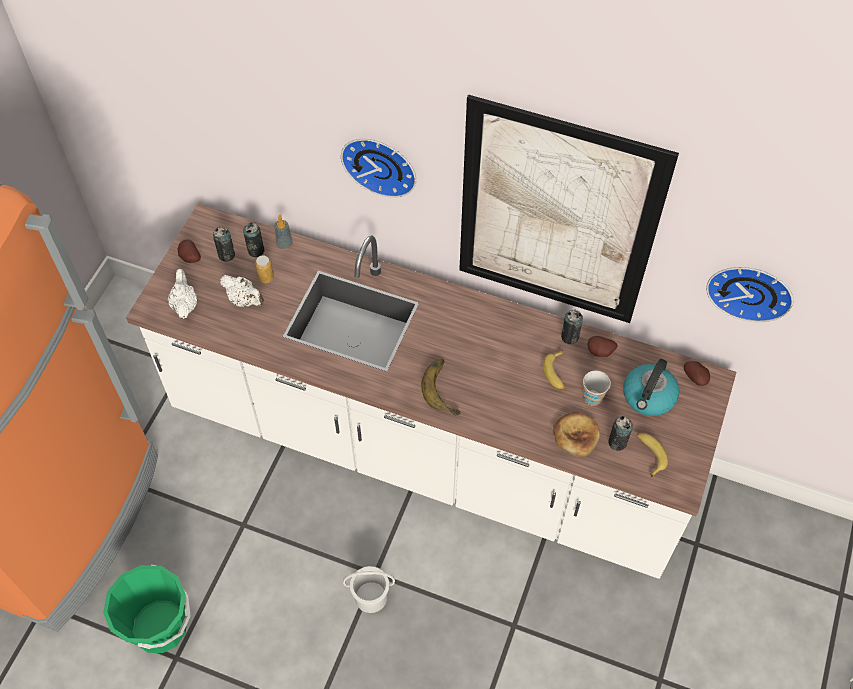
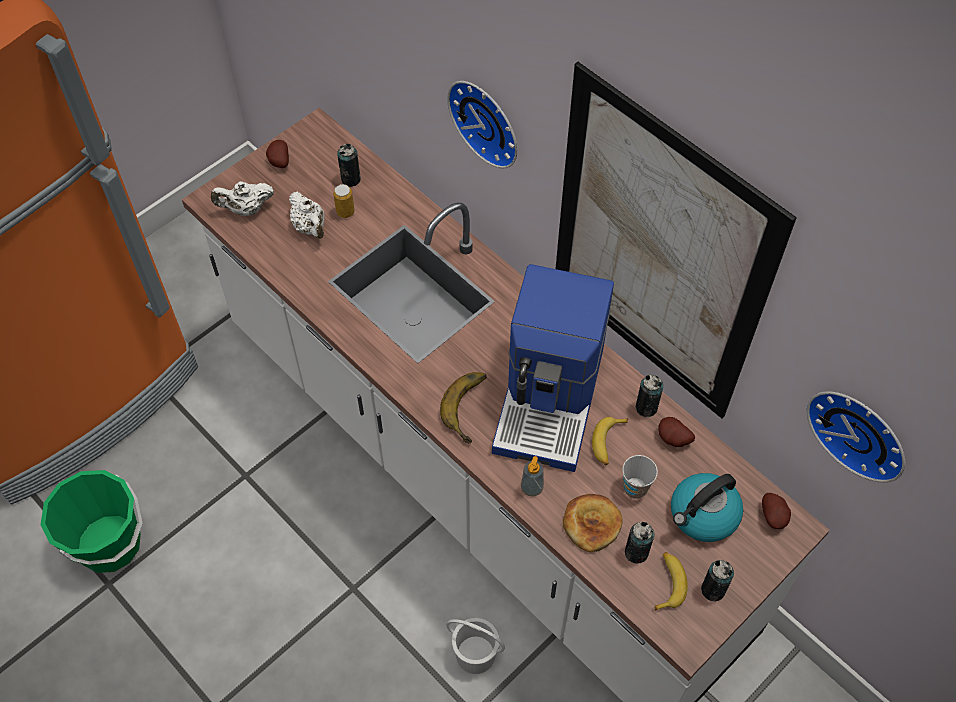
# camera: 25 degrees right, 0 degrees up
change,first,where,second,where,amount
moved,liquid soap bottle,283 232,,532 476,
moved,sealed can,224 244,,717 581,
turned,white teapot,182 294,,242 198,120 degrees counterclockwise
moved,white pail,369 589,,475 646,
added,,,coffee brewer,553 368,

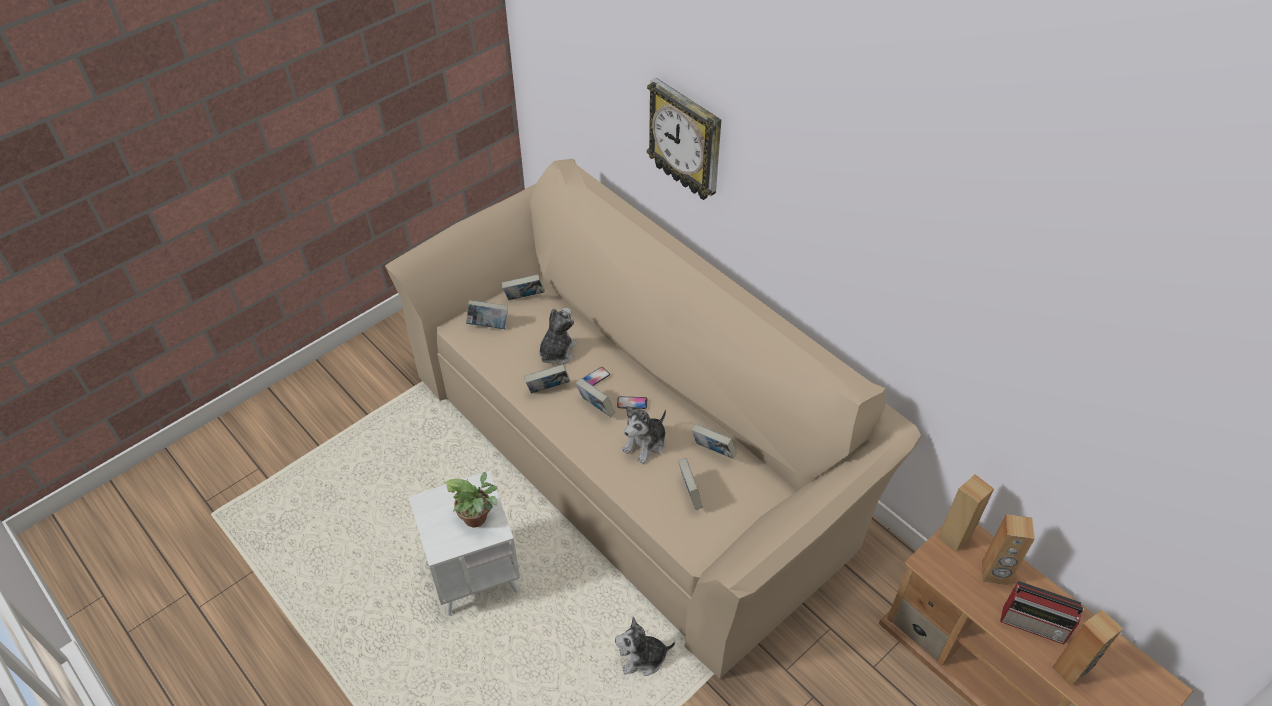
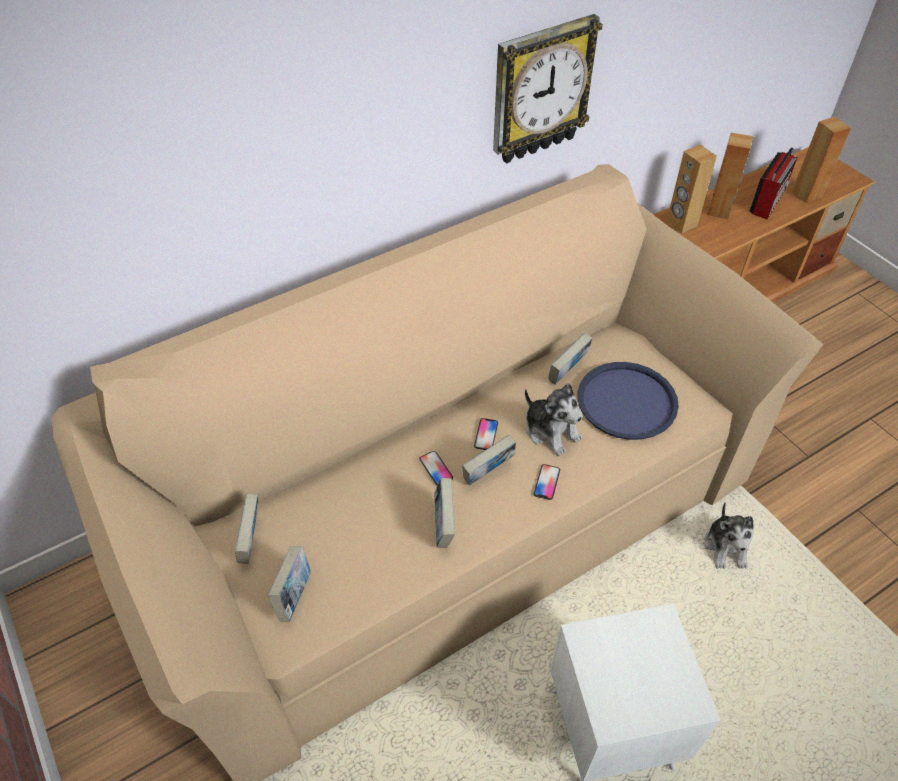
# camera: 80 degrees left, 0 degrees up
change,first,where,second,where,amount
moved,clock on the wall,684 139,,548 89,
removed,plush toy,558 336,,,
replaced,volume,690 484,blue-coloured serving tray,628 401,
removed,potted plant,471 499,,,
added,,,phone,547 482,

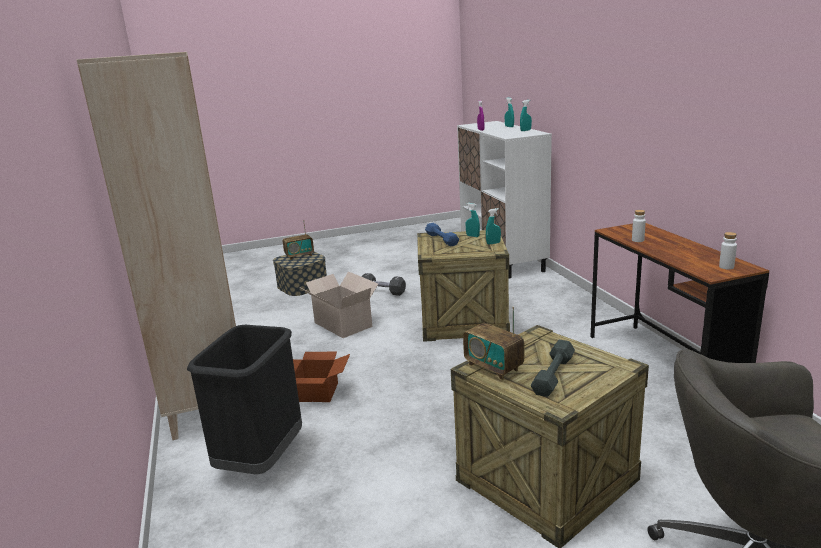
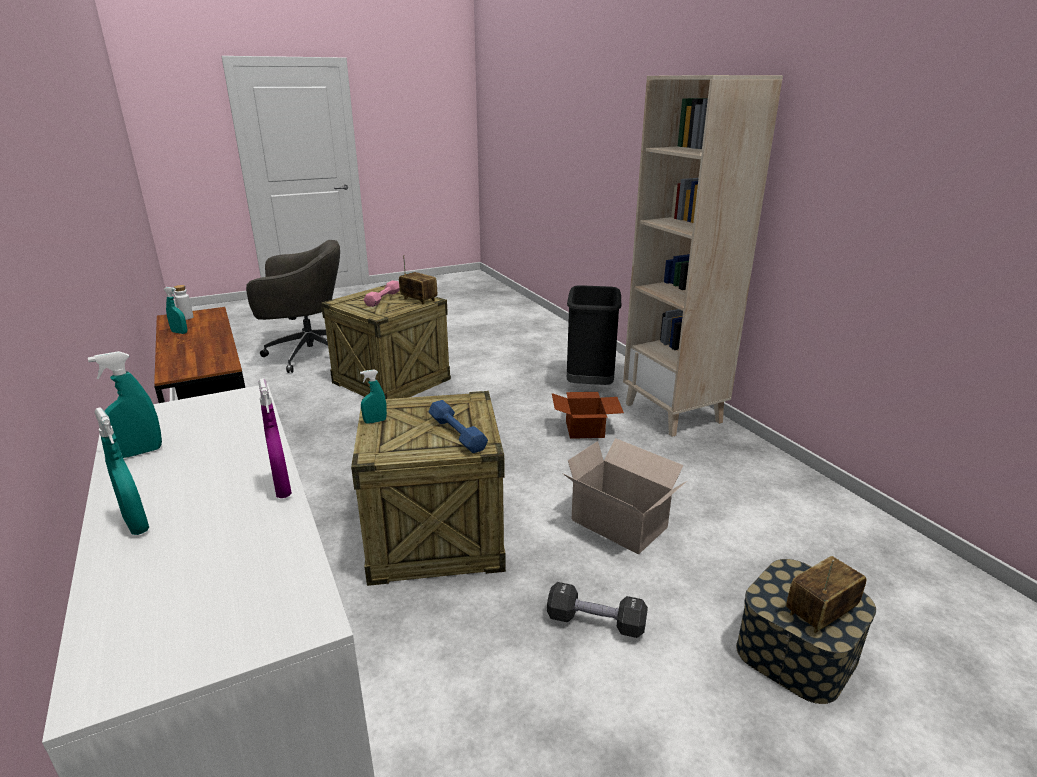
# camera: 170 degrees right, 5 degrees up
change,first,where,second,where,amount
moved,turquoise-coloured sprayer,473 220,,175 310,
removed,white beverage bottle,639 226,,,
recoloured,greyish hand weight,553 368,pink-coloured hand weight,382 294,

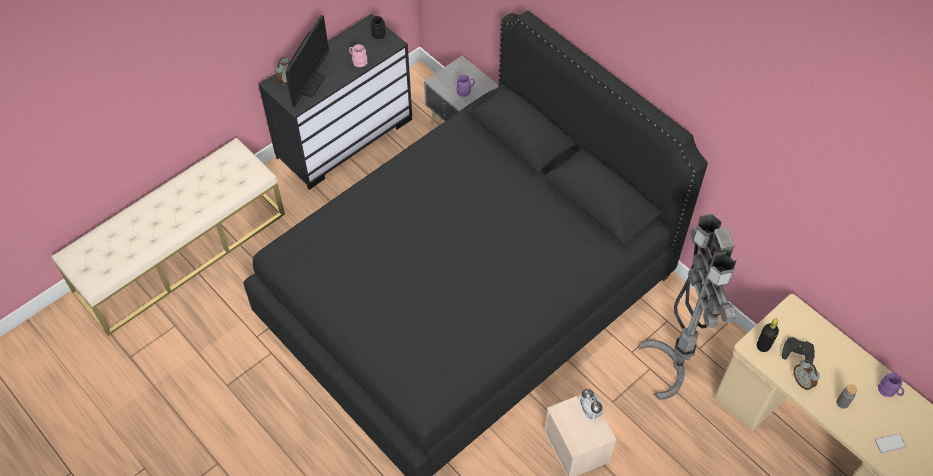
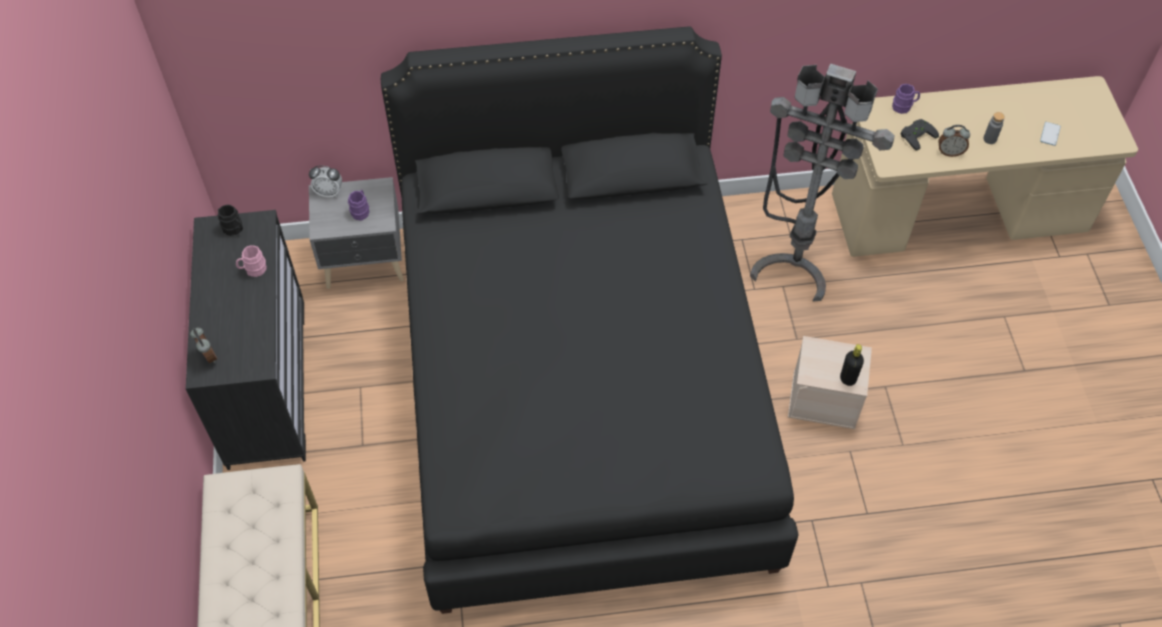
# camera: 55 degrees left, 0 degrees up
change,first,where,second,where,amount
removed,computer screen,307 61,,,
moved,blackish beverage bottle,768 335,,852 365,
moved,purple mug,891 385,,906 99,
moved,bedside clock,591 404,,325 181,

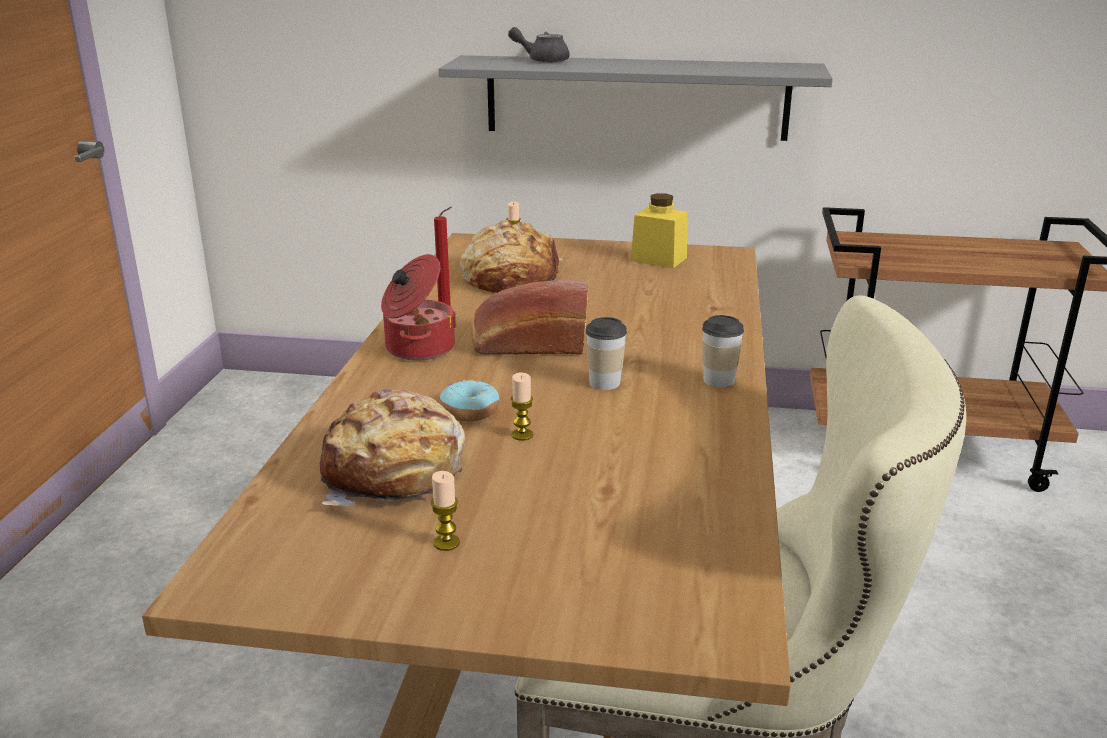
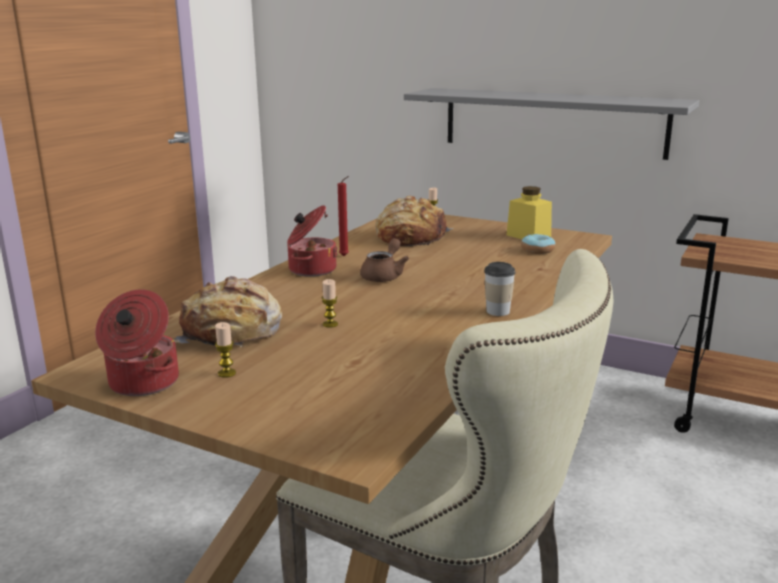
# camera: 20 degrees right, 5 degrees down
change,first,where,second,where,amount
removed,greyish teapot,538 45,,,
replaced,bakery bread,529 317,brown-coloured teapot,384 260,
removed,small cup,606 353,,,
moved,ring doughnut,469 401,,538 244,
added,,,cooking pot,137 342,

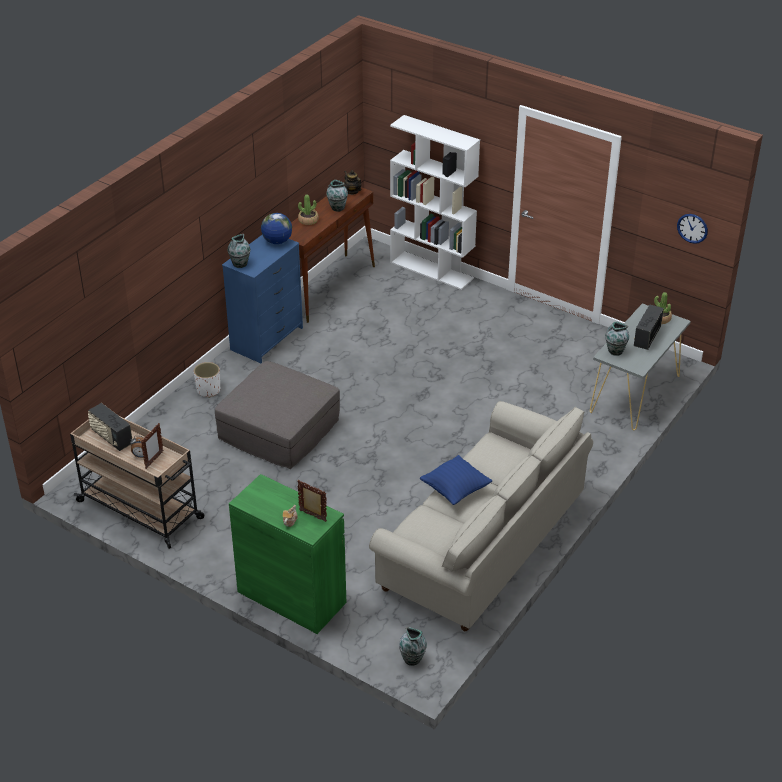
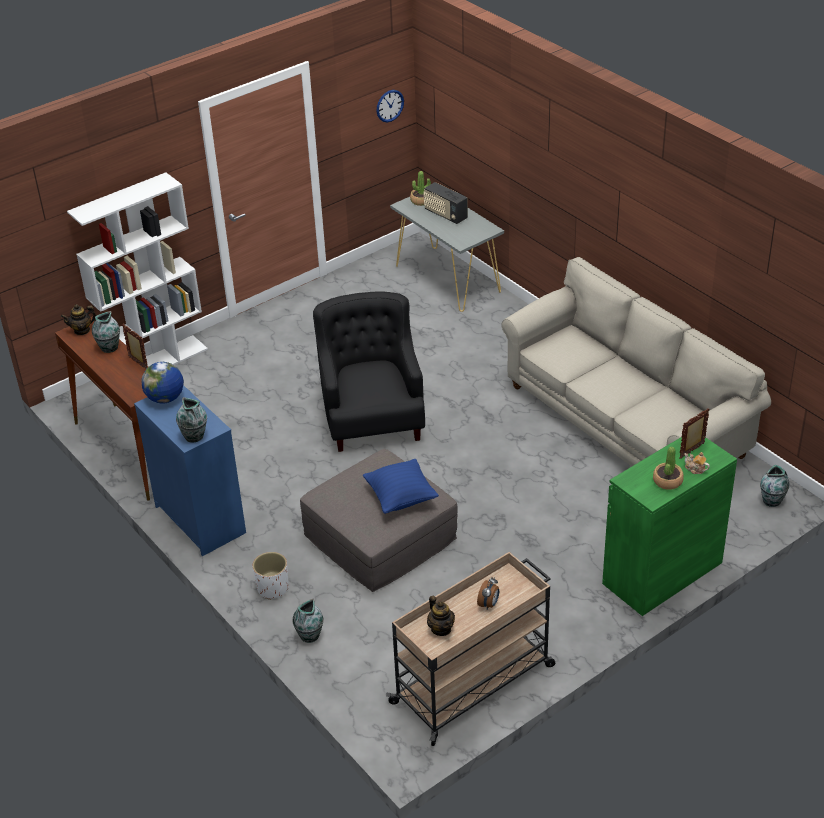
# camera: 70 degrees left, 0 degrees up
change,first,where,second,where,amount
moved,potted plant,308 209,,668 468,
moved,vase,617 339,,308 621,
replaced,radio receiver,110 427,teapot,441 616,
moved,photo frame,152 446,,135 346,
moved,blue-coloured cushion,456 480,,401 486,
added,,,blackish easy chair,369 372,

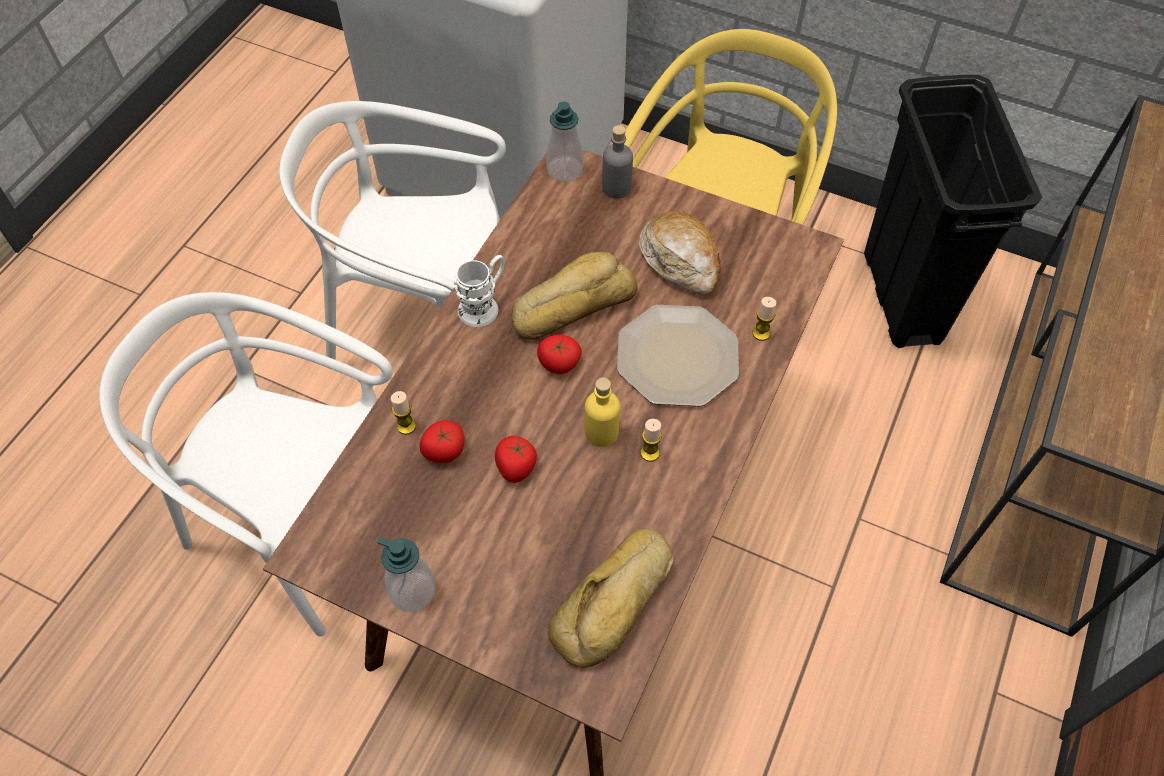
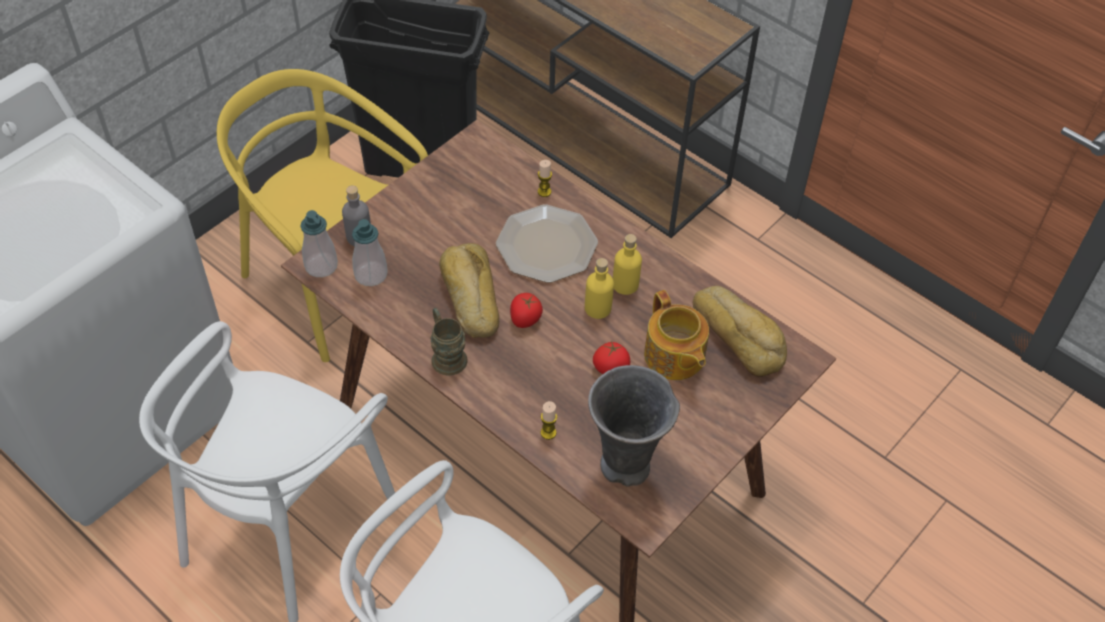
# camera: 75 degrees left, 5 degrees down
change,first,where,second,where,amount
removed,bakery bread,680 253,,,
recoloured,white mug,479 291,brown-coloured mug,449 341,
replaced,candle,651 440,yellowish beverage bottle,627 264,
removed,whole tomato,442 441,,,
moved,liquid soap bottle,406 574,,370 252,
added,,,teapot,676 335,
added,,,greyish vase,634 426,

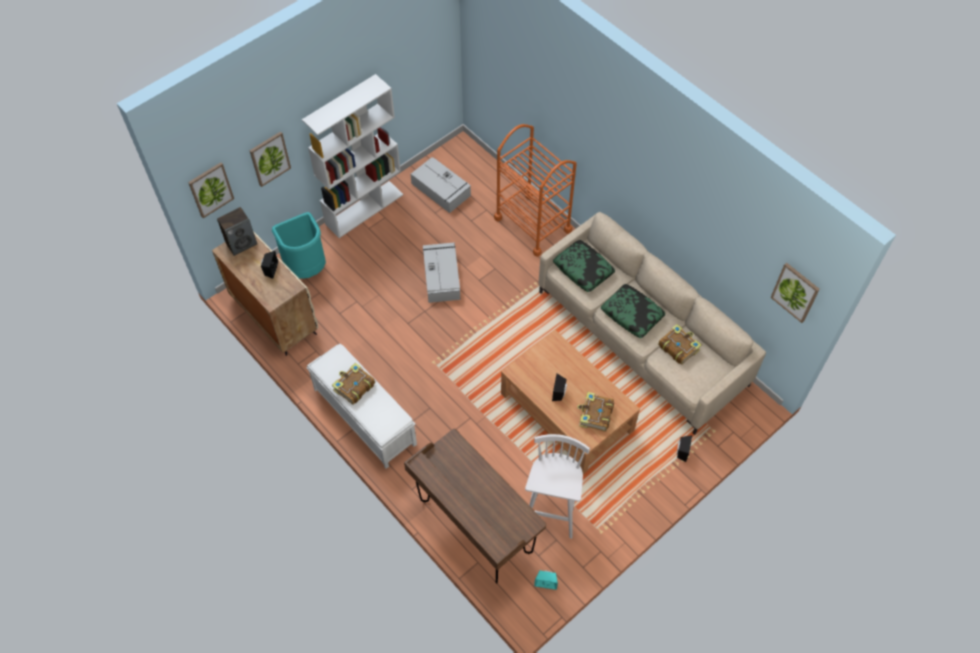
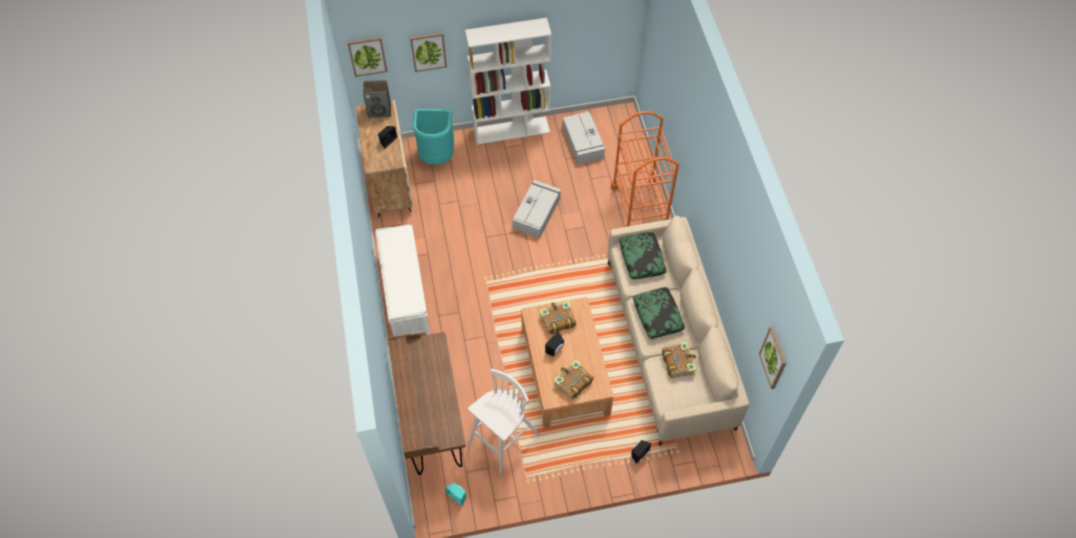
# camera: 30 degrees right, 0 degrees up
change,first,where,second,where,amount
moved,volume,353 384,,558 317,

